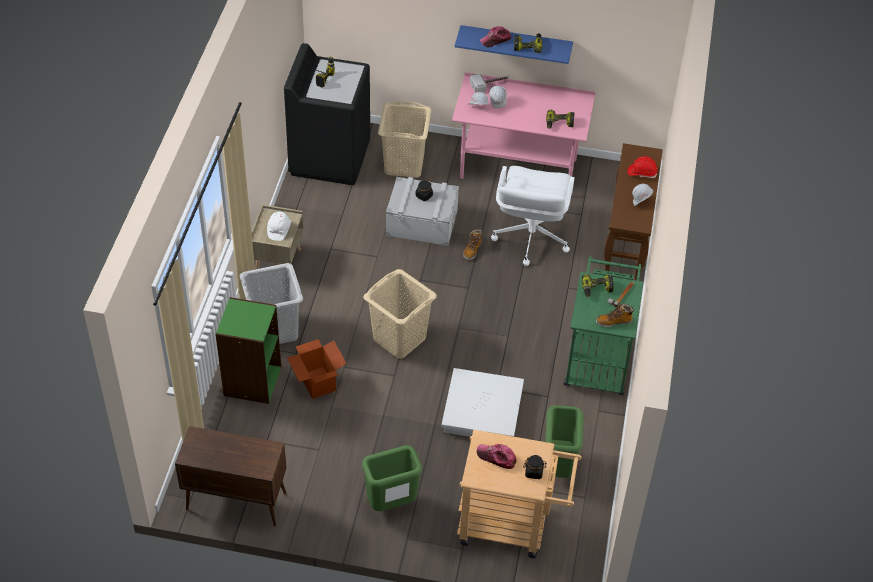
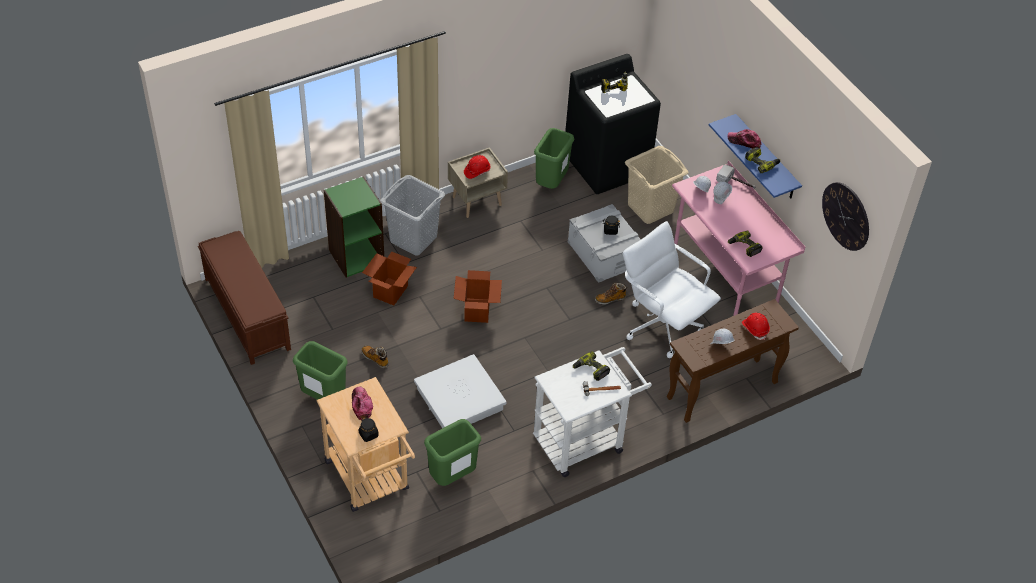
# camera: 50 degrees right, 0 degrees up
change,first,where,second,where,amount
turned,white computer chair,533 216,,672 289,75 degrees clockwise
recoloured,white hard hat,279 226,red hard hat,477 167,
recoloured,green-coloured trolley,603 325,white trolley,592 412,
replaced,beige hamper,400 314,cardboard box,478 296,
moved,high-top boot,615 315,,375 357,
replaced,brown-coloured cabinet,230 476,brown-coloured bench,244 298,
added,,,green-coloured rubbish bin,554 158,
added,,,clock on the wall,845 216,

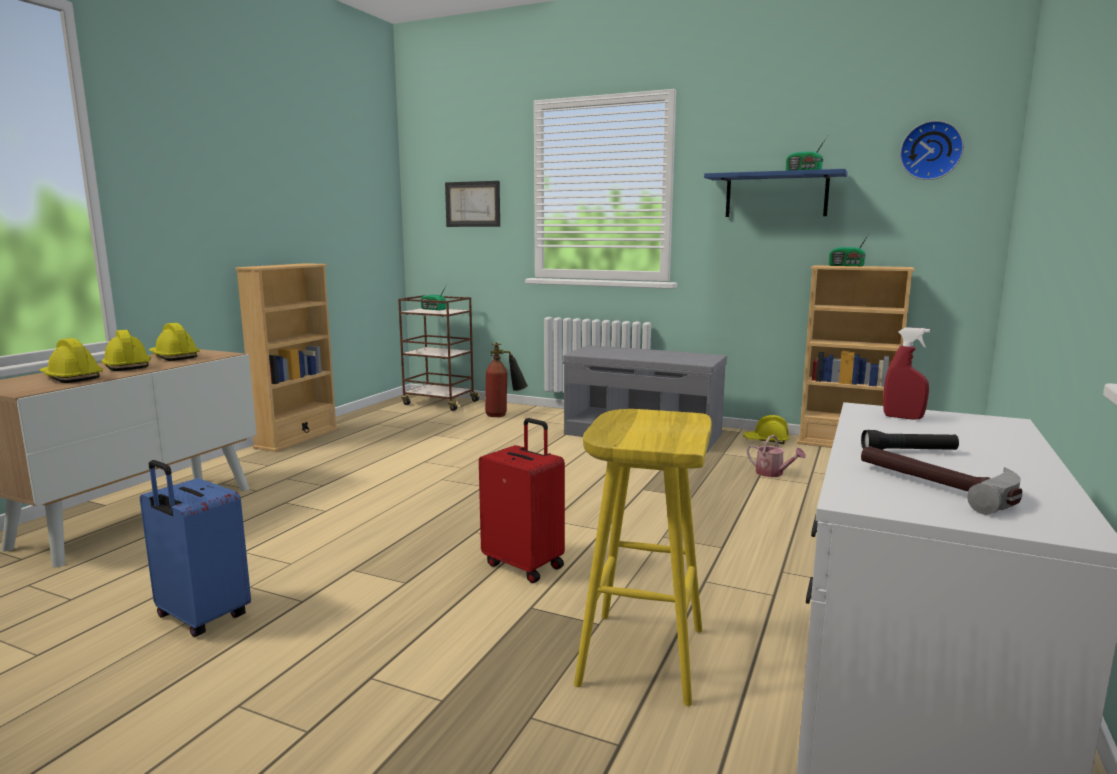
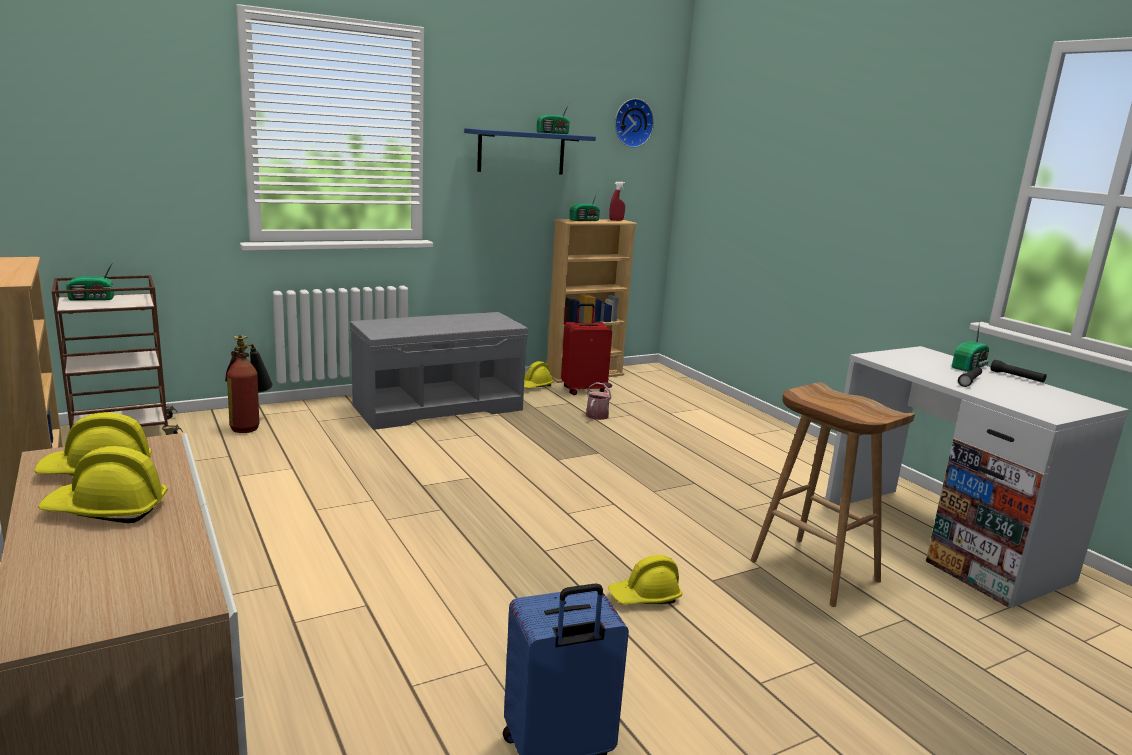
# camera: 55 degrees left, 5 degrees up
change,first,where,second,where,amount
removed,wall picture,472 204,,,
moved,red sprayer,906 373,,617 201,
moved,yellowish hard hat,71 360,,645 579,
recoloured,yellowish sitting stool,643 557,brown-coloured sitting stool,833 494,
moved,red piece of luggage,522 500,,586 349,
turned,sprinkling can,776 456,,599 401,60 degrees counterclockwise
removed,tool hammer,941 480,,,
added,,,radio receiver,970 346,
added,,,blackish hand torch,1018 371,

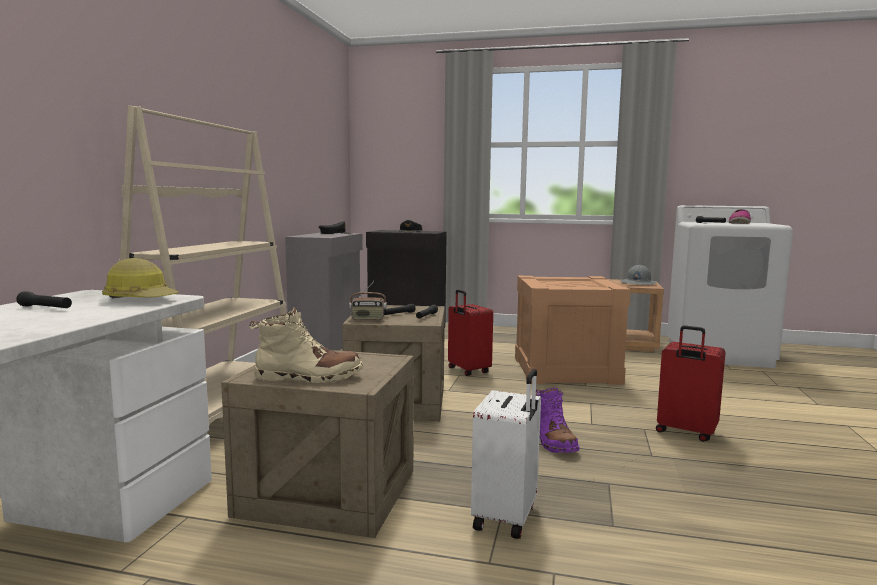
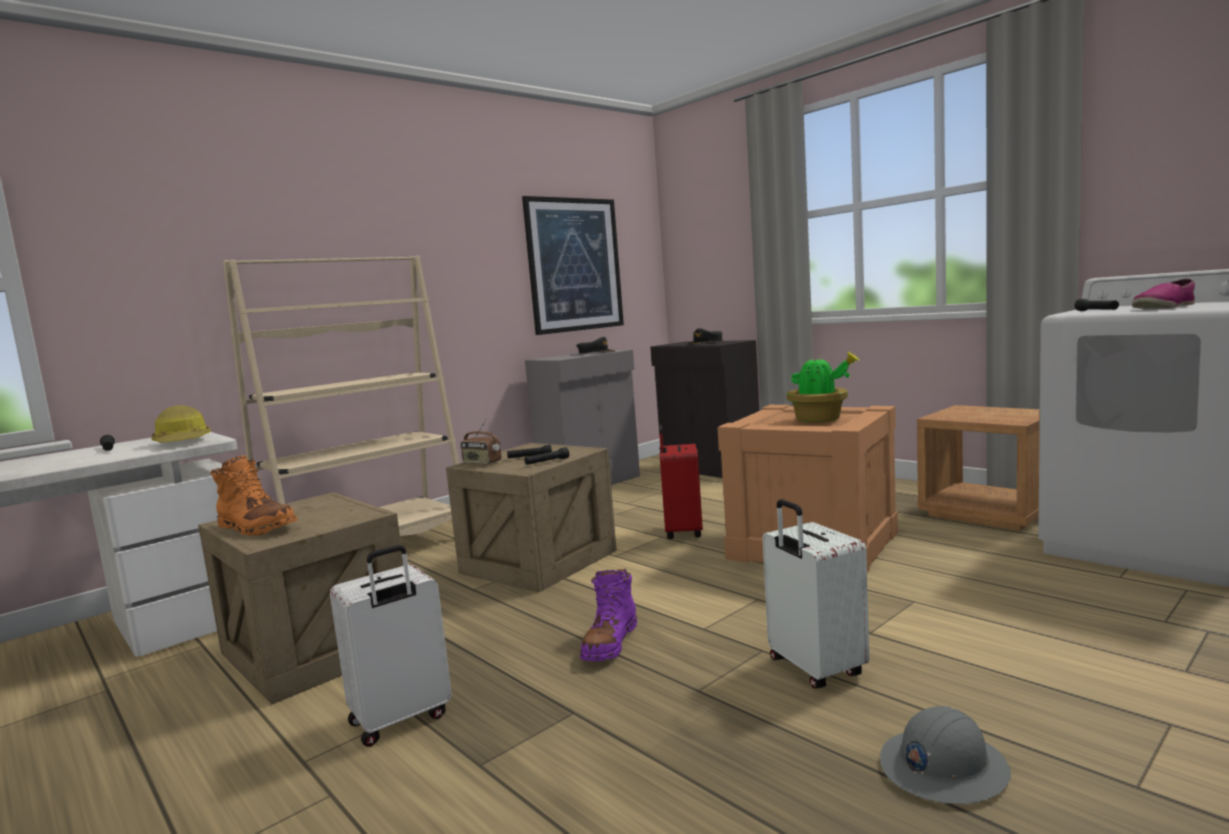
# camera: 35 degrees right, 0 degrees up
change,first,where,second,where,amount
moved,greyish hard hat,638 275,,945 755,
recoloured,beige high-top boot,306 345,orange high-top boot,254 495,
recoloured,red piece of luggage,691 383,white piece of luggage,816 593,
added,,,wall picture,573 265,
added,,,potted plant,823 387,

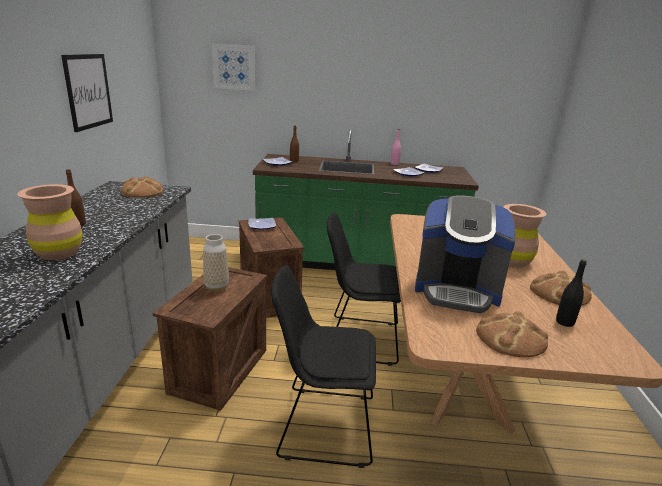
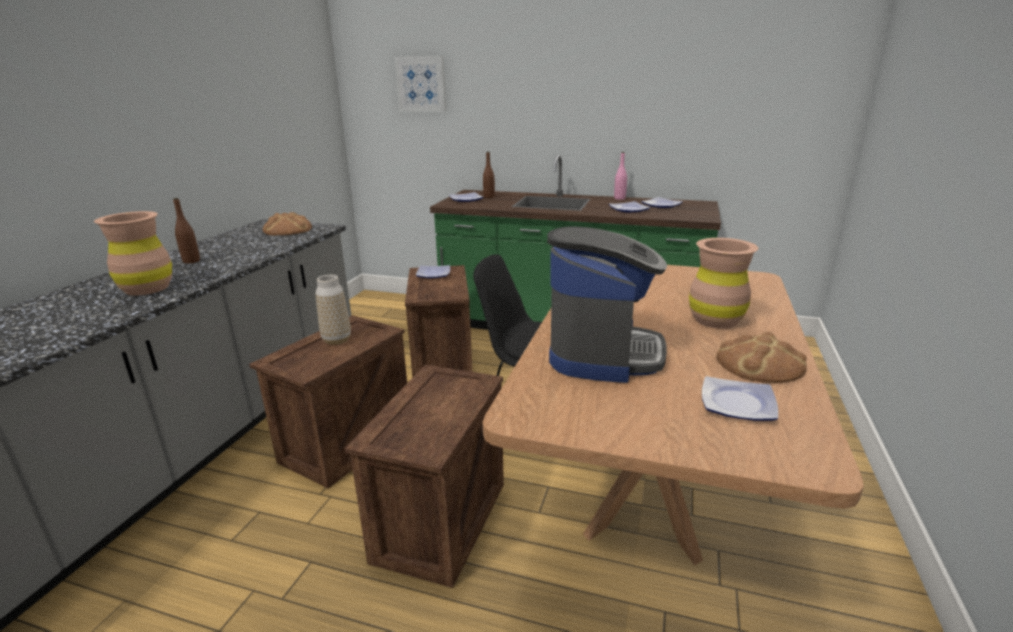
# camera: 15 degrees right, 0 degrees up
change,first,where,second,where,amount
removed,wall picture,87 93,,,
turned,coffee brewer,465 254,,607 304,105 degrees counterclockwise
replaced,blackish beverage bottle,571 293,plate,740 398,
replaced,blackish chair,323 366,shipping crate,424 476,
removed,bakery bread,512 334,,,

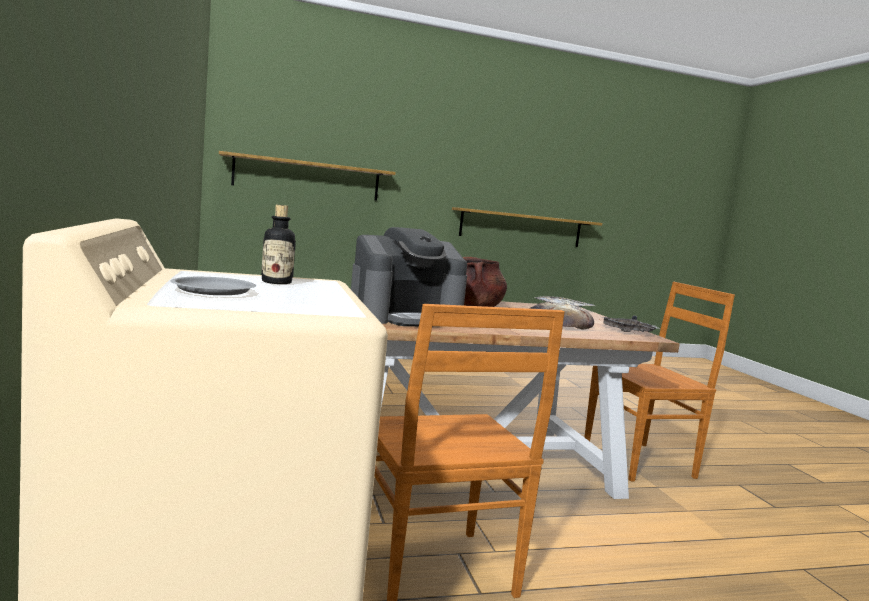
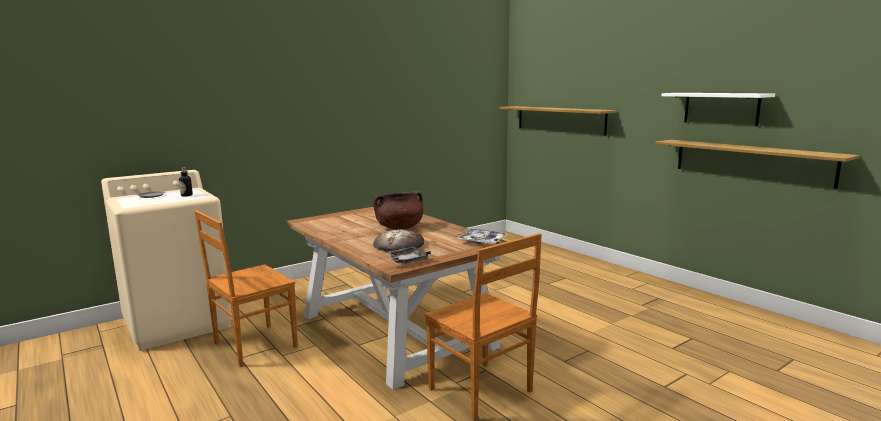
# camera: 70 degrees right, 5 degrees up
change,first,where,second,where,amount
removed,coffee brewer,409 277,,,
added,,,white wall shelf,718 109,

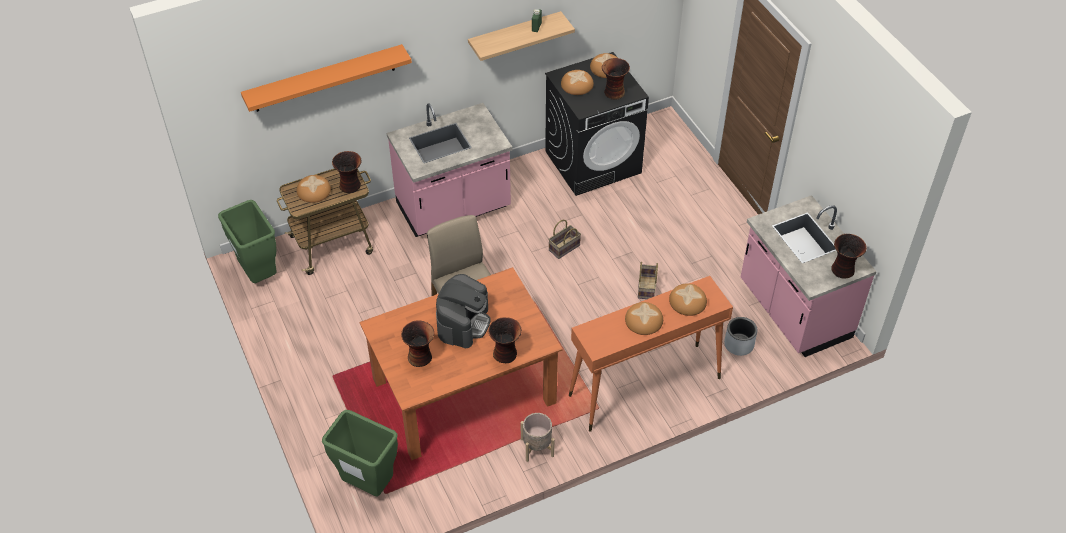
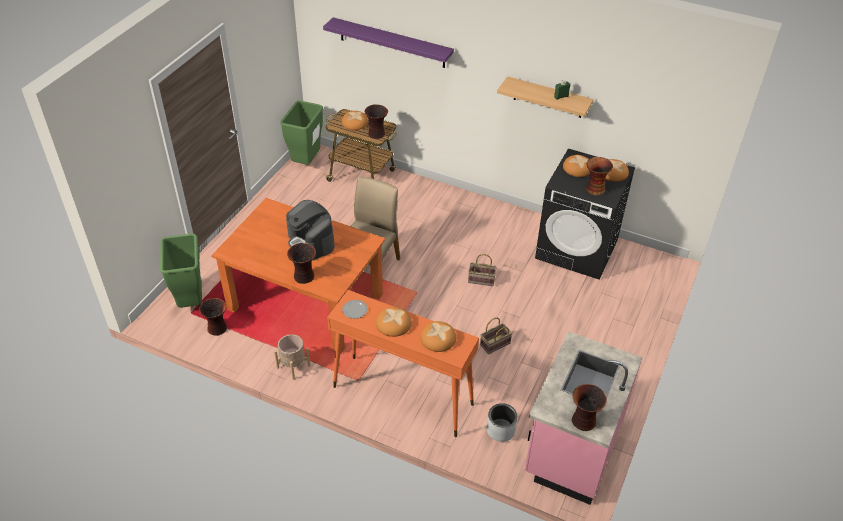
# camera: 50 degrees right, 5 degrees down
change,first,where,second,where,amount
recoloured,orange wall shelf,326 78,purple wall shelf,388 42,
removed,pink-coloured counter,449 170,,,
turned,coffee brewer,463 311,,310 230,75 degrees clockwise
moved,vase,417 343,,213 317,
added,,,plate,355 309,

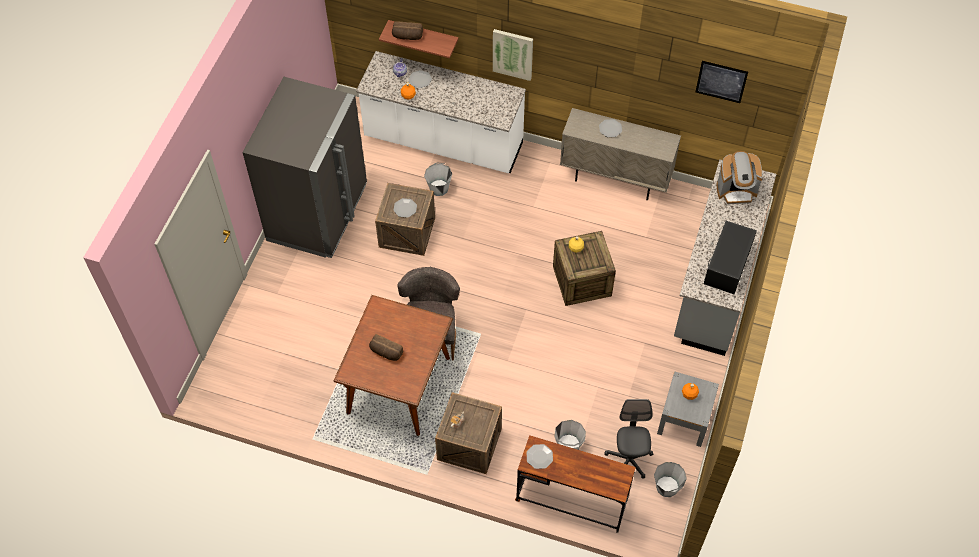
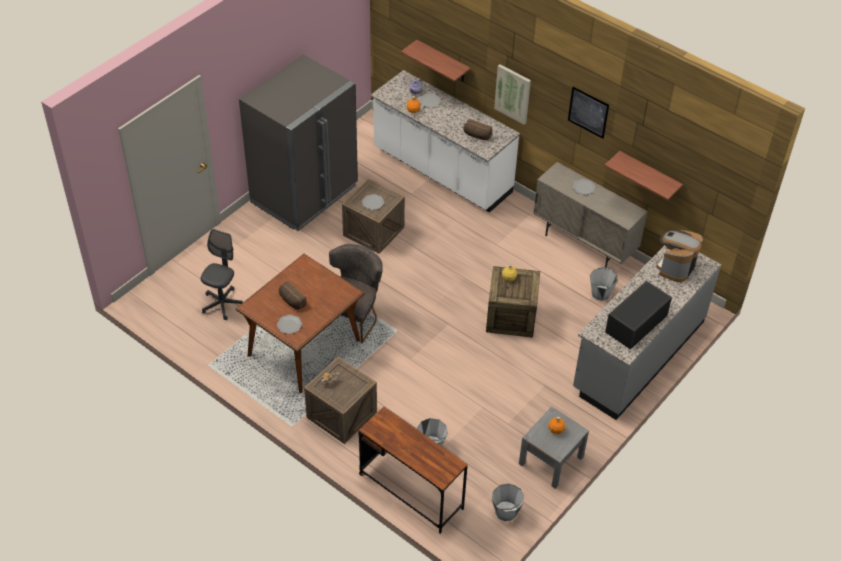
# camera: 20 degrees right, 10 degrees down
change,first,where,second,where,amount
moved,bakery bread,407 30,,477 129,
moved,wall picture,722 82,,588 113,
turned,coffee brewer,740 177,,679 256,105 degrees clockwise
moved,greyish pail,438 179,,604 284,
moved,greyish computer chair,628 439,,221 274,
moved,plate,539 456,,289 324,
added,,,wall shelf,643 175,

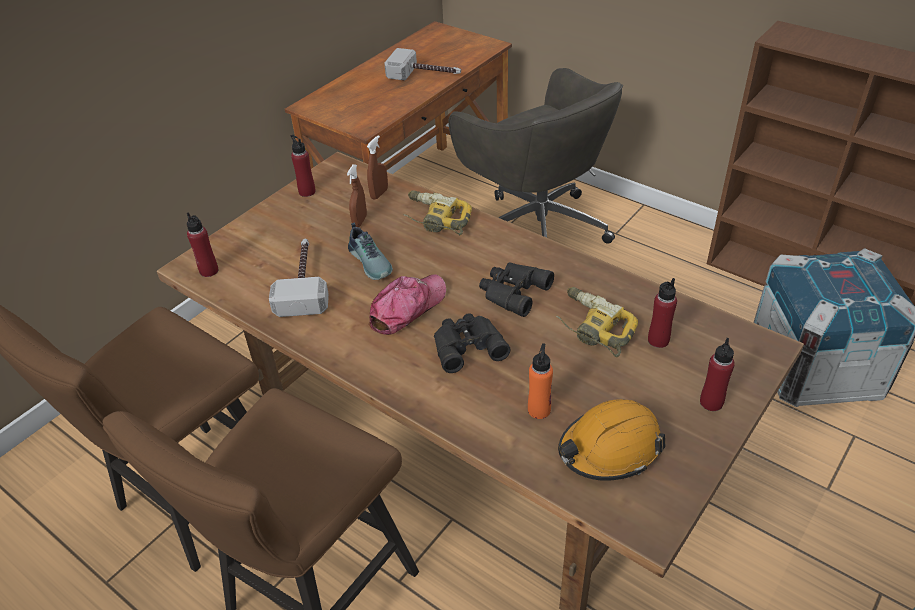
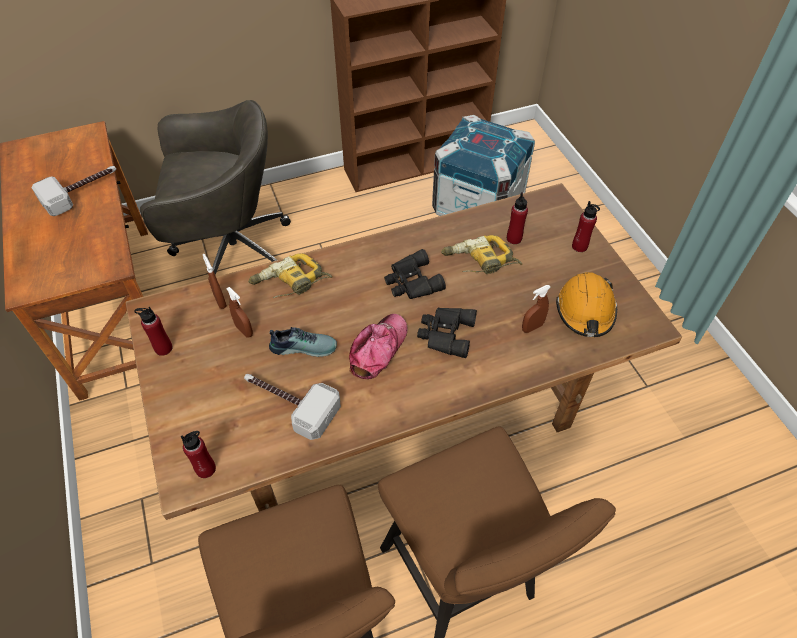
# camera: 60 degrees left, 10 degrees up
change,first,where,second,where,amount
turned,peaked cap,407 304,,378 346,45 degrees clockwise
replaced,orange beverage bottle,540 381,brown-coloured sprayer,536 309,

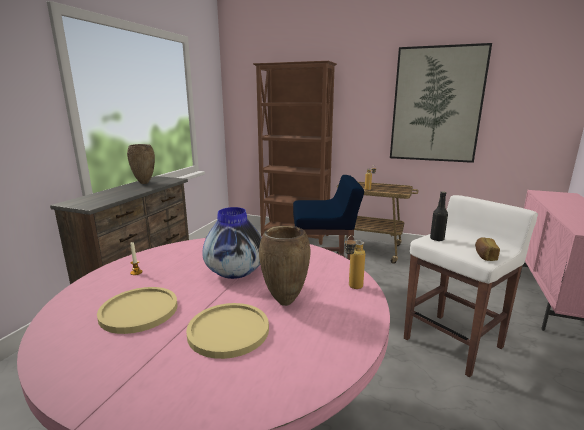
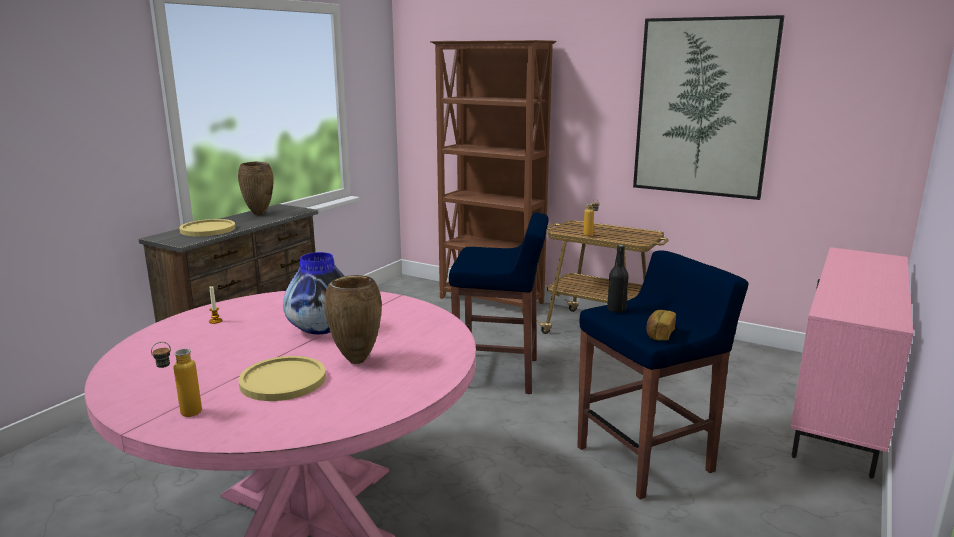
# camera: 10 degrees right, 0 degrees up
change,first,where,second,where,amount
recoloured,white sitting stool,471 286,blue-coloured sitting stool,663 375,
moved,beverage bottle,355 262,,176 379,
moved,yellowish plate,137 310,,208 227,

